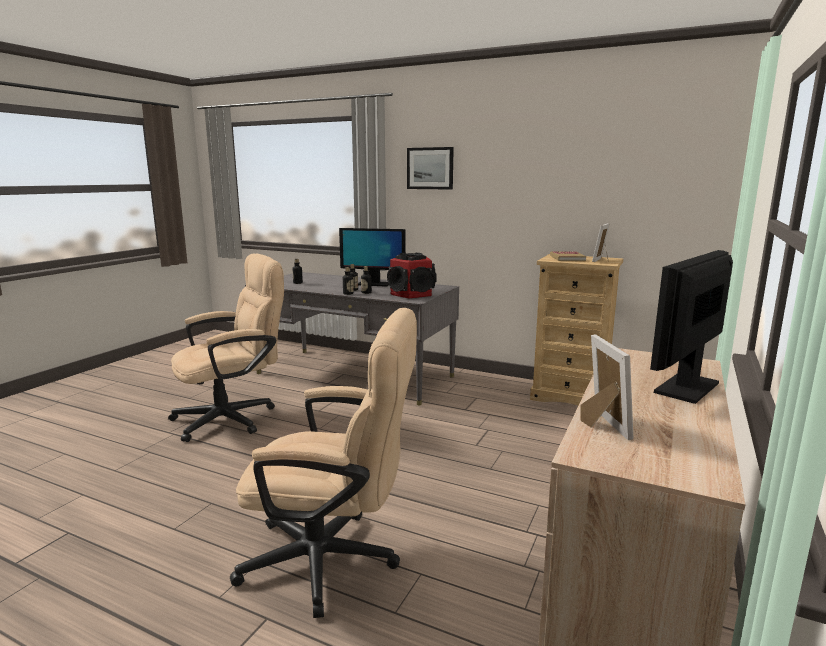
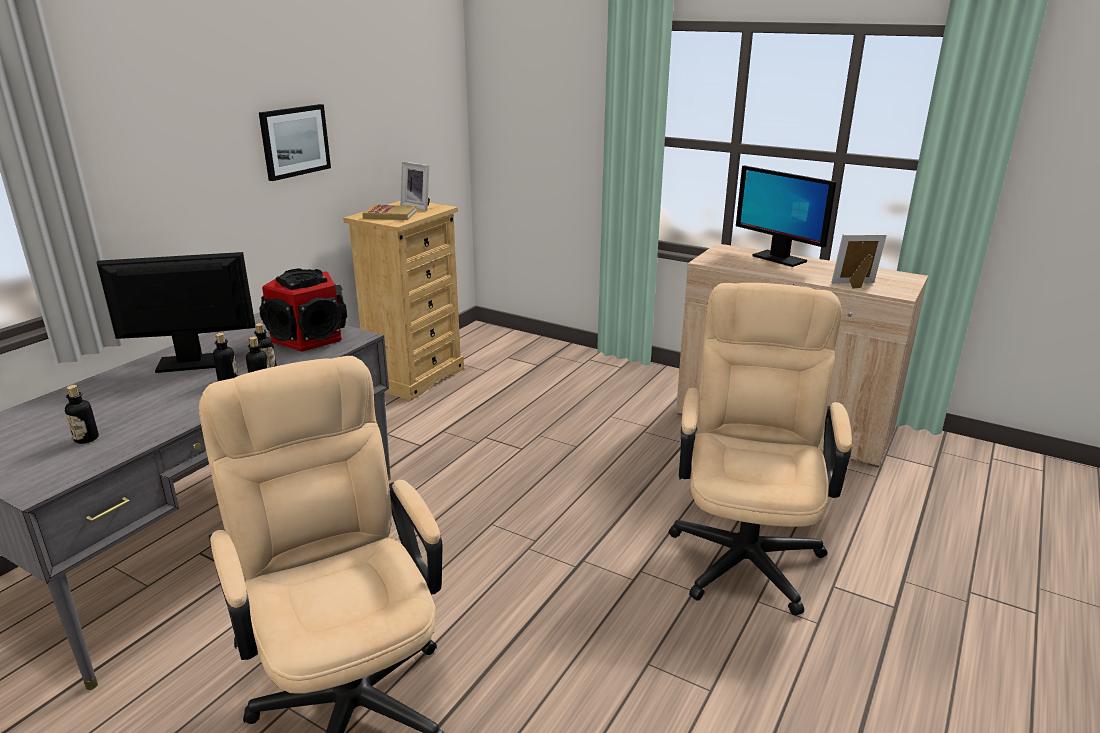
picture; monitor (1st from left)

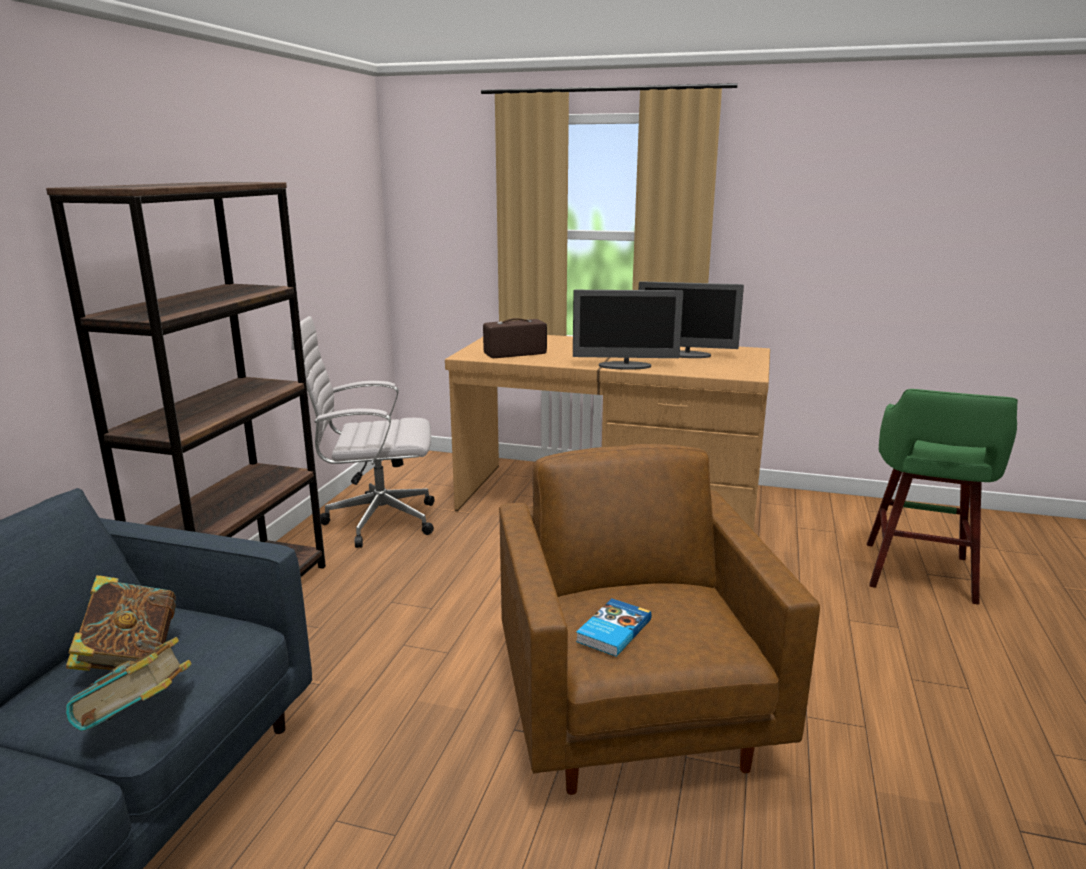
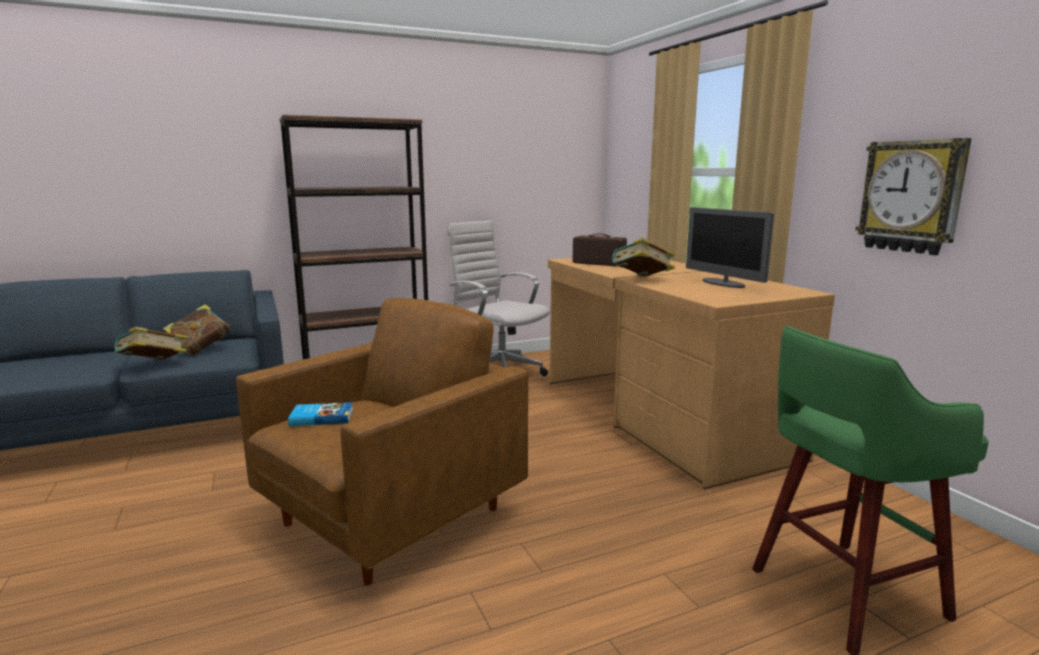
book (4th from left); wall clock

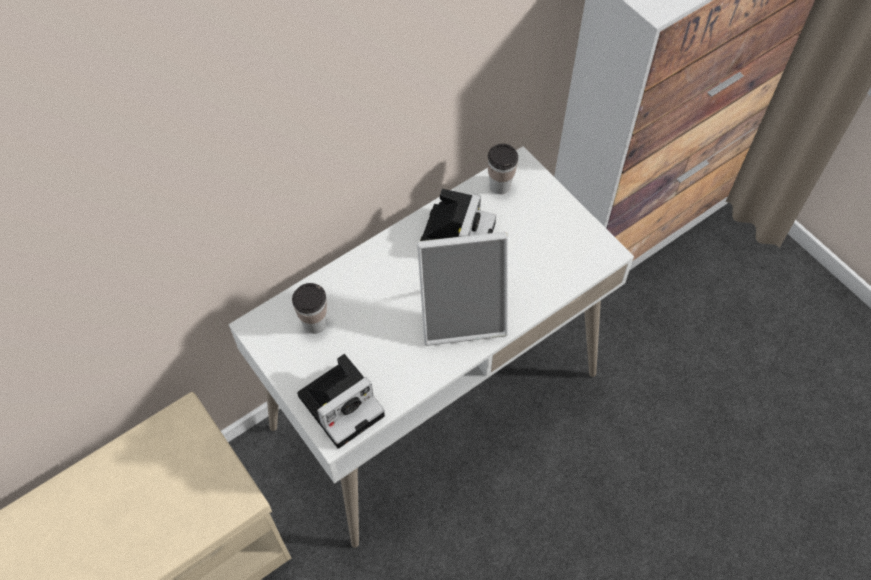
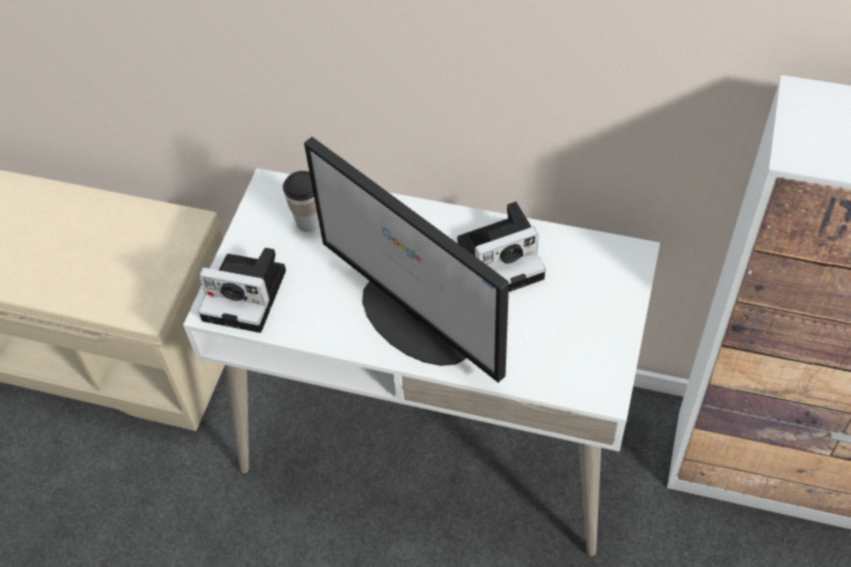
cup (2nd from left in the first image); monitor

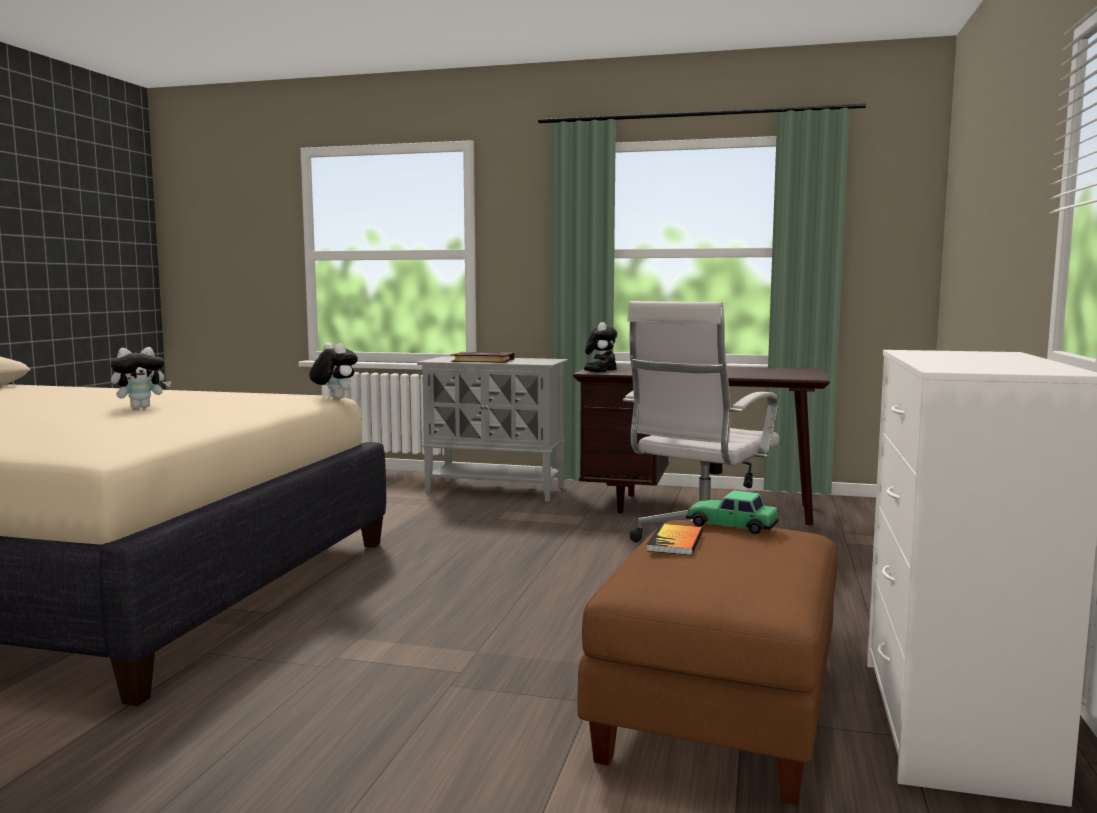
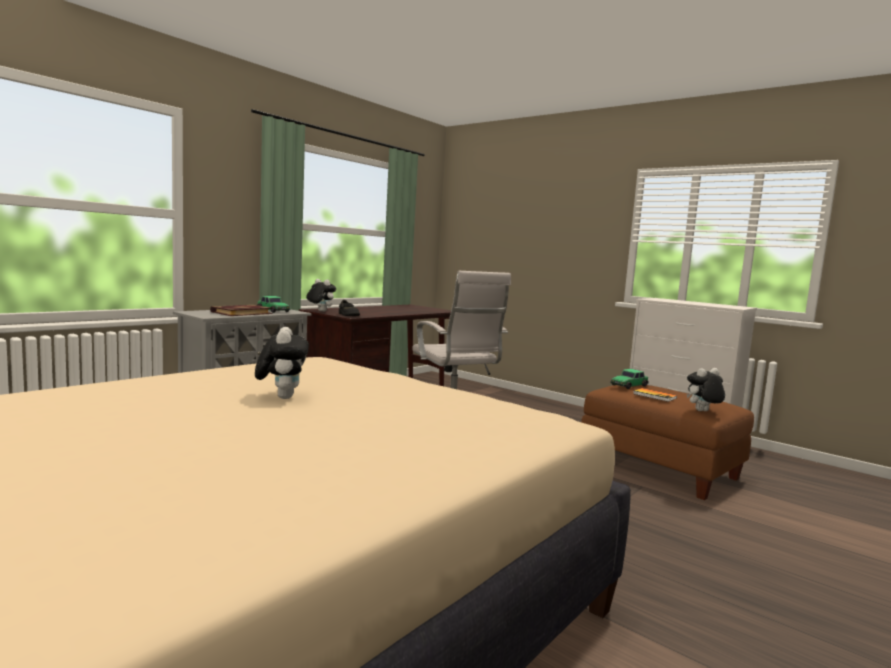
plush toy (3rd from left); toy car (1st from left)

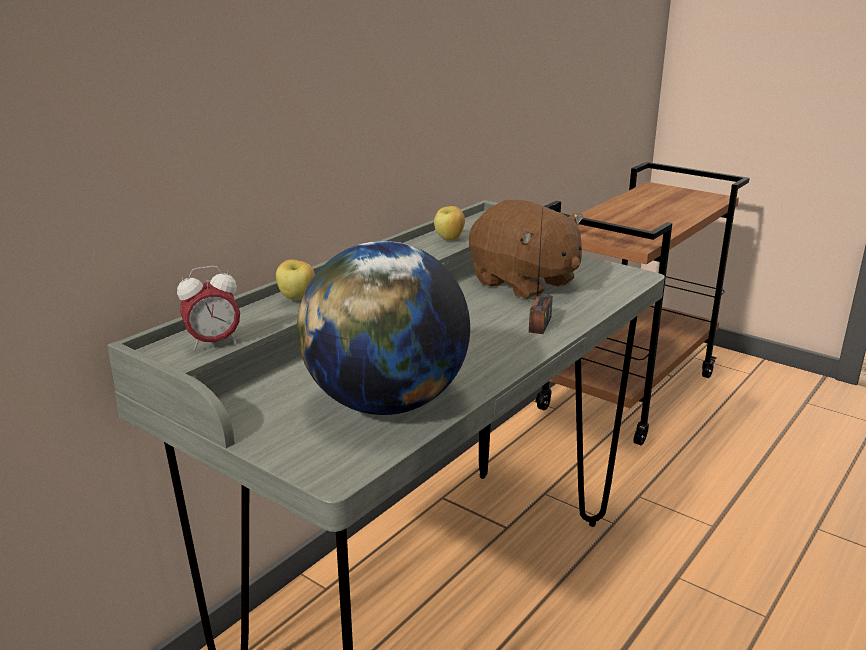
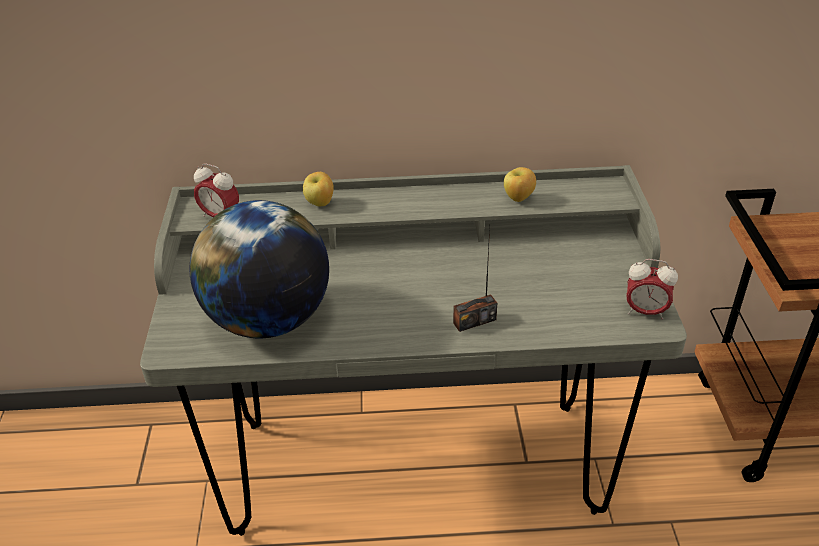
brown plush toy; alarm clock (2nd from left)

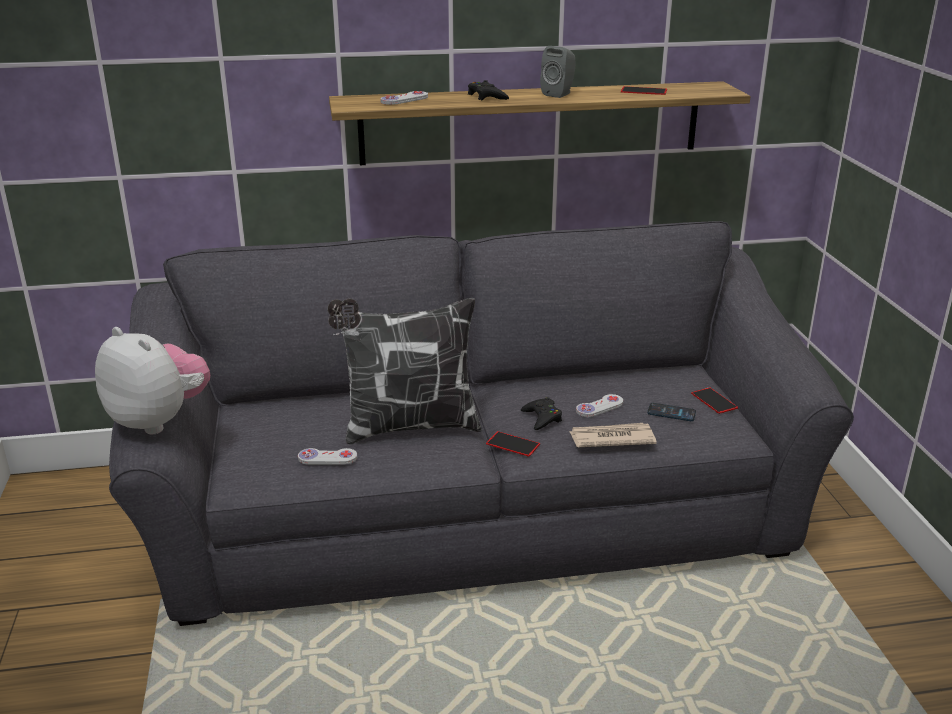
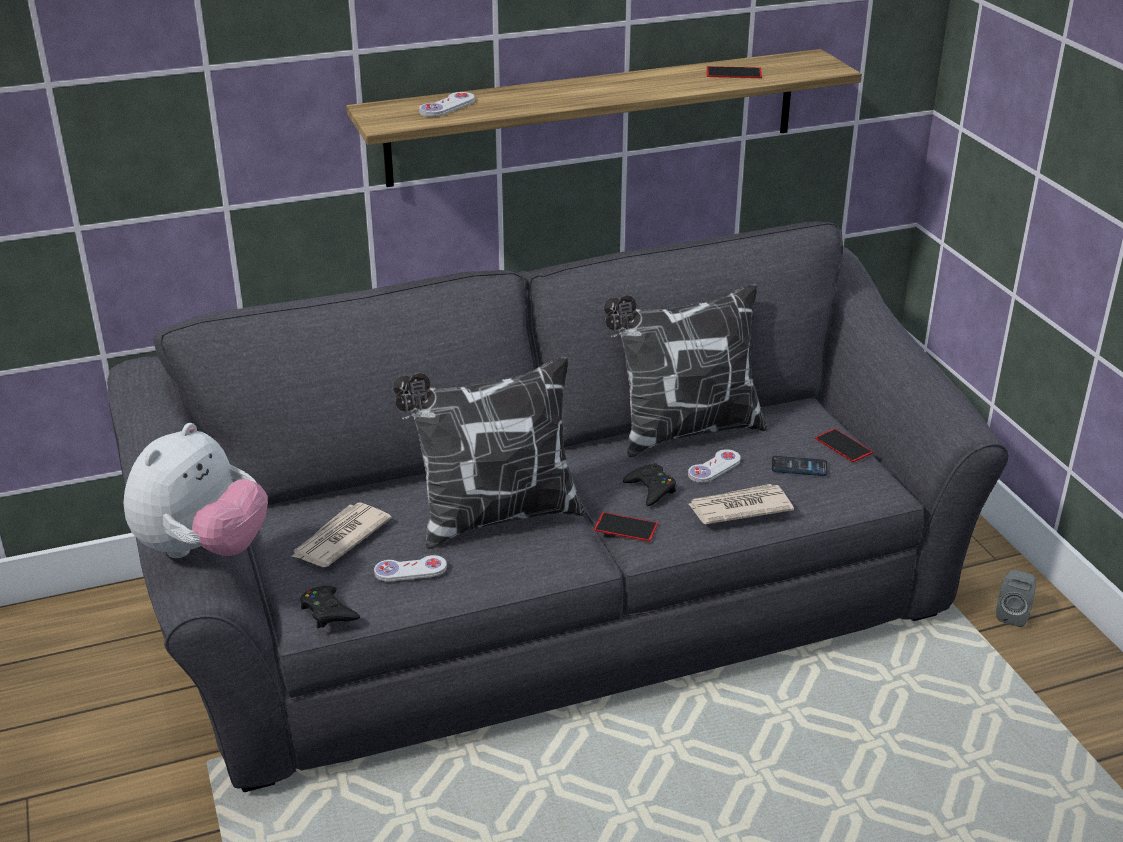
grey speaker; black game controller (1st from left); plush toy; pillow (2nd from left); newspaper (1st from left)

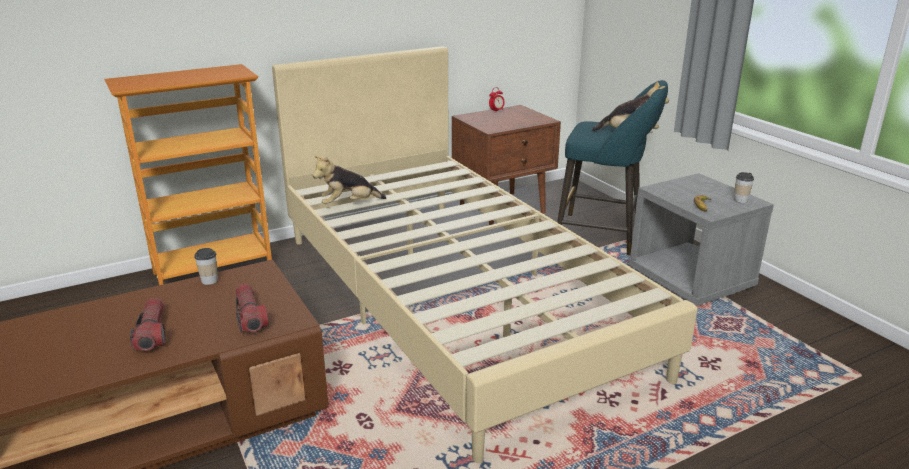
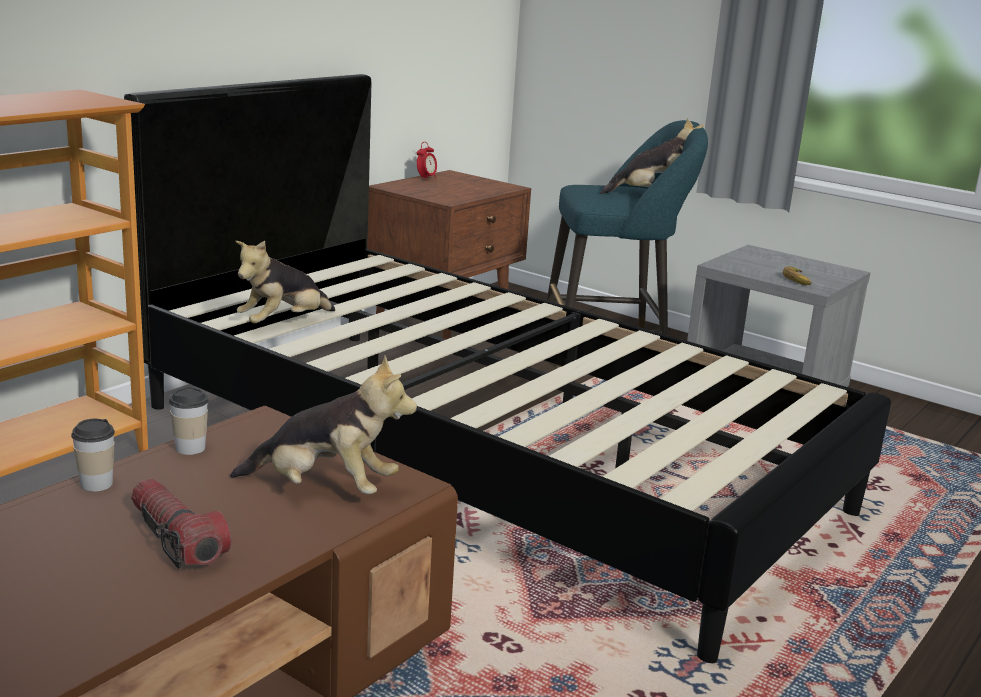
black bed; cup (1st from left); plush toy (2nd from left)

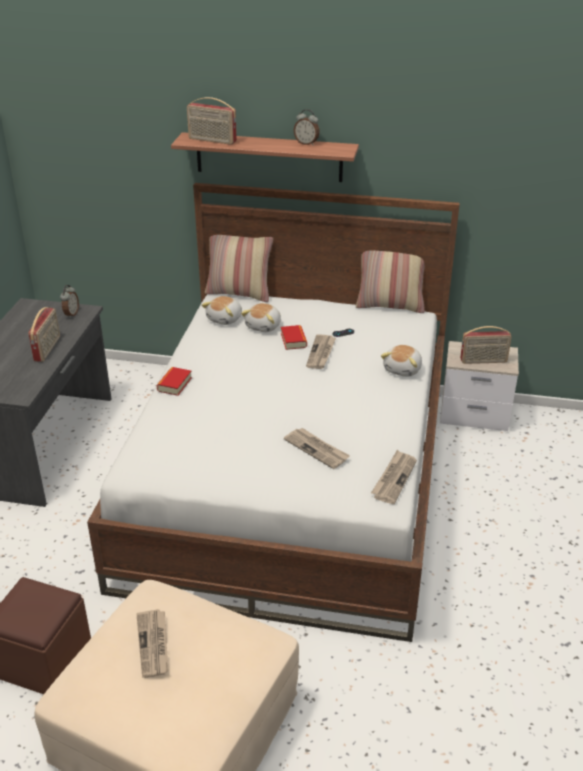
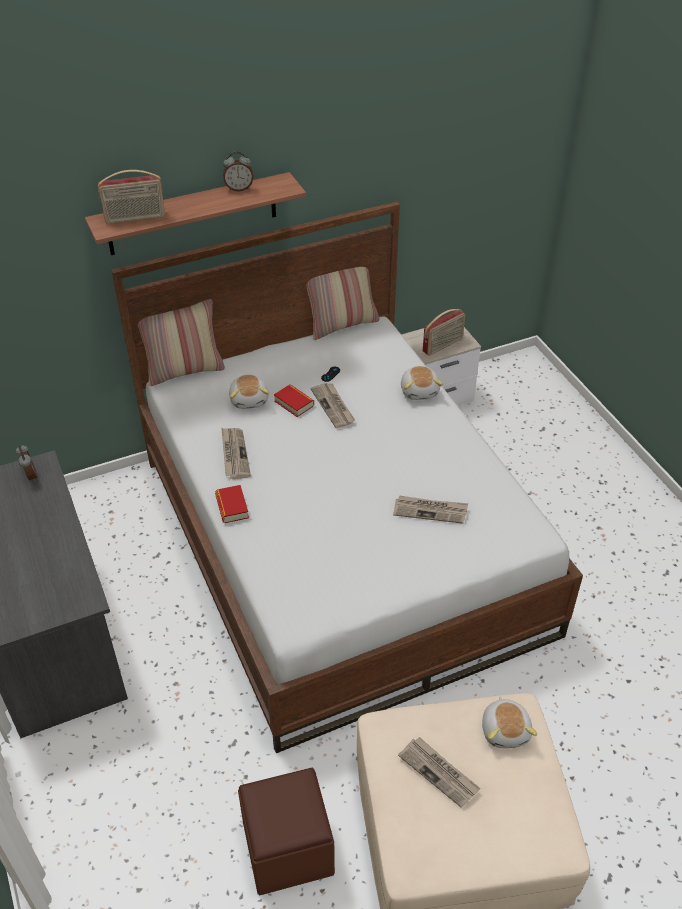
plush toy (3rd from left); radio (1st from left in the first image); newspaper (1st from left)

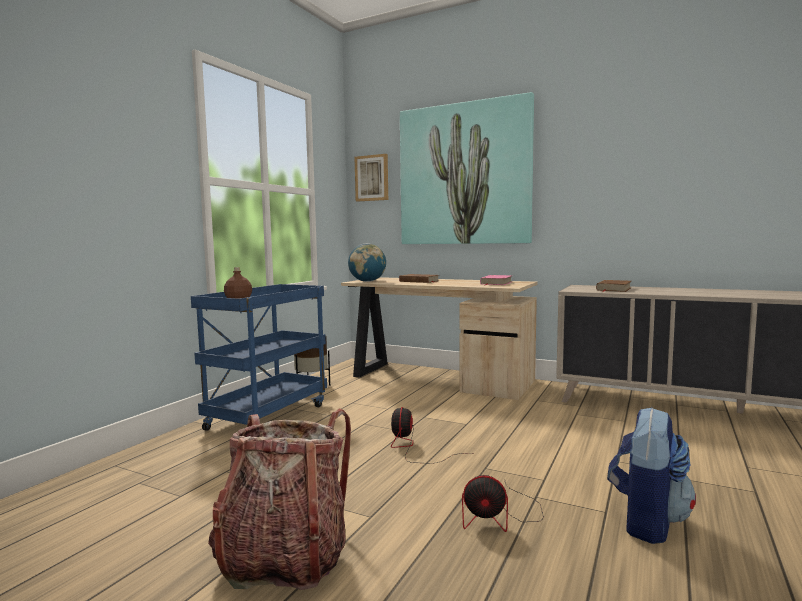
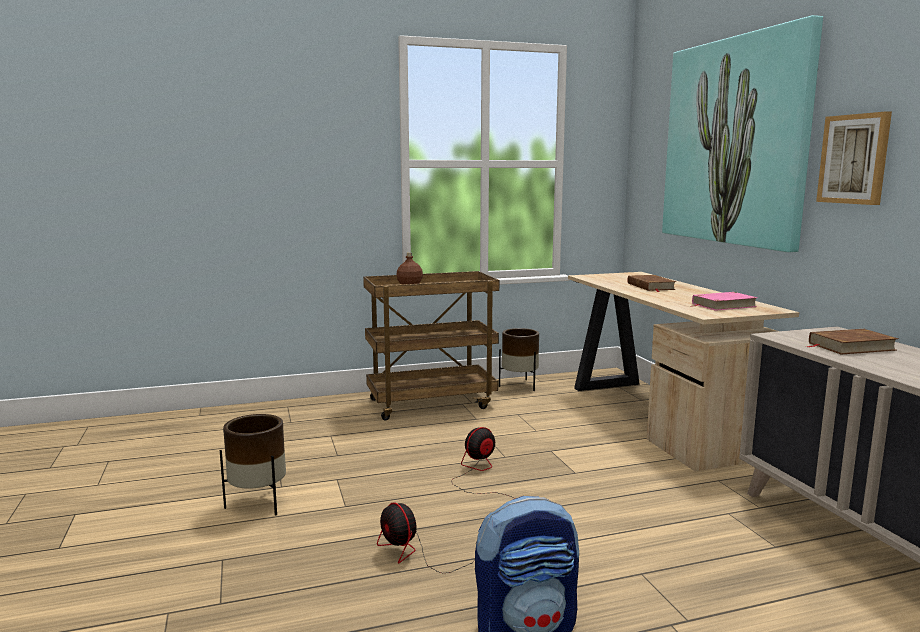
picture (2nd from left); globe; brown cart; brown planter (1st from left)

